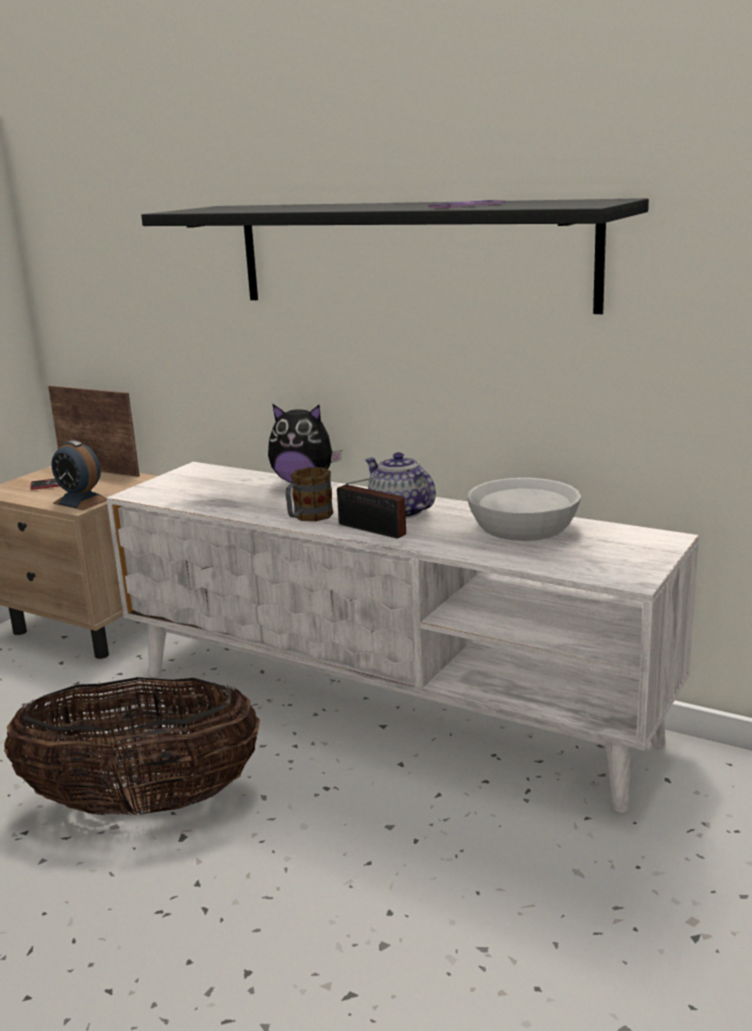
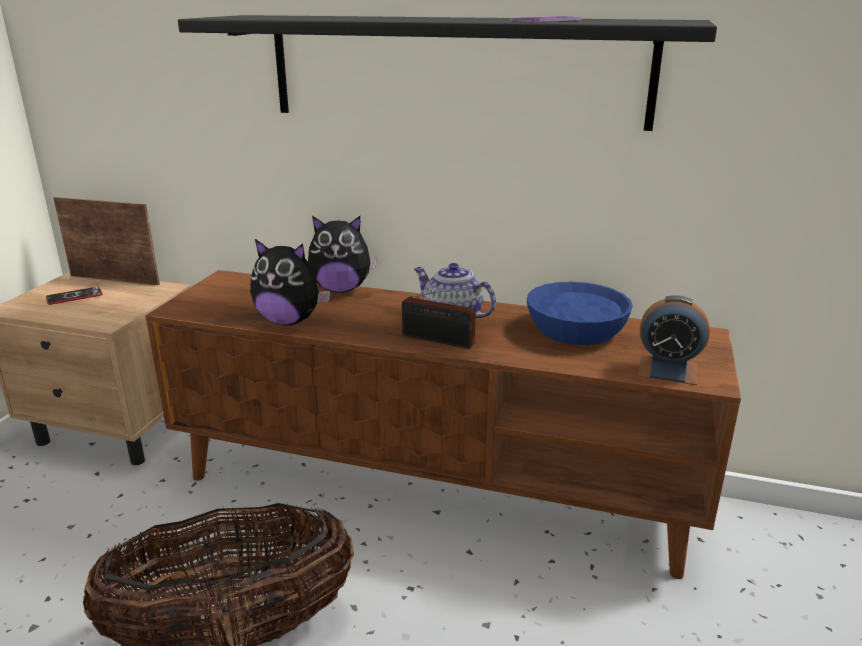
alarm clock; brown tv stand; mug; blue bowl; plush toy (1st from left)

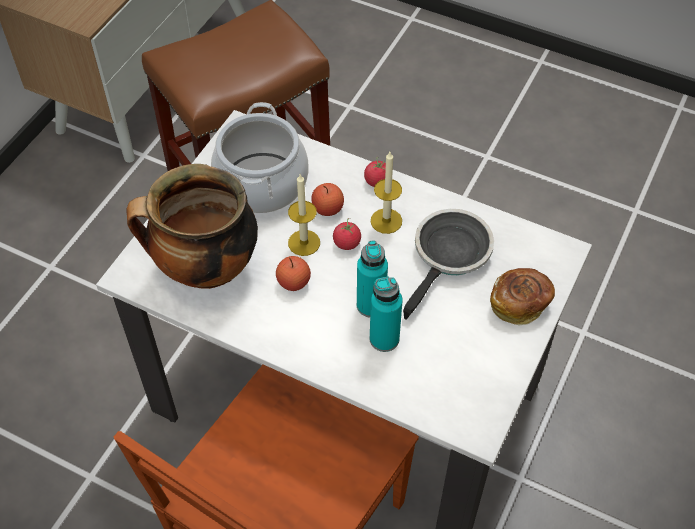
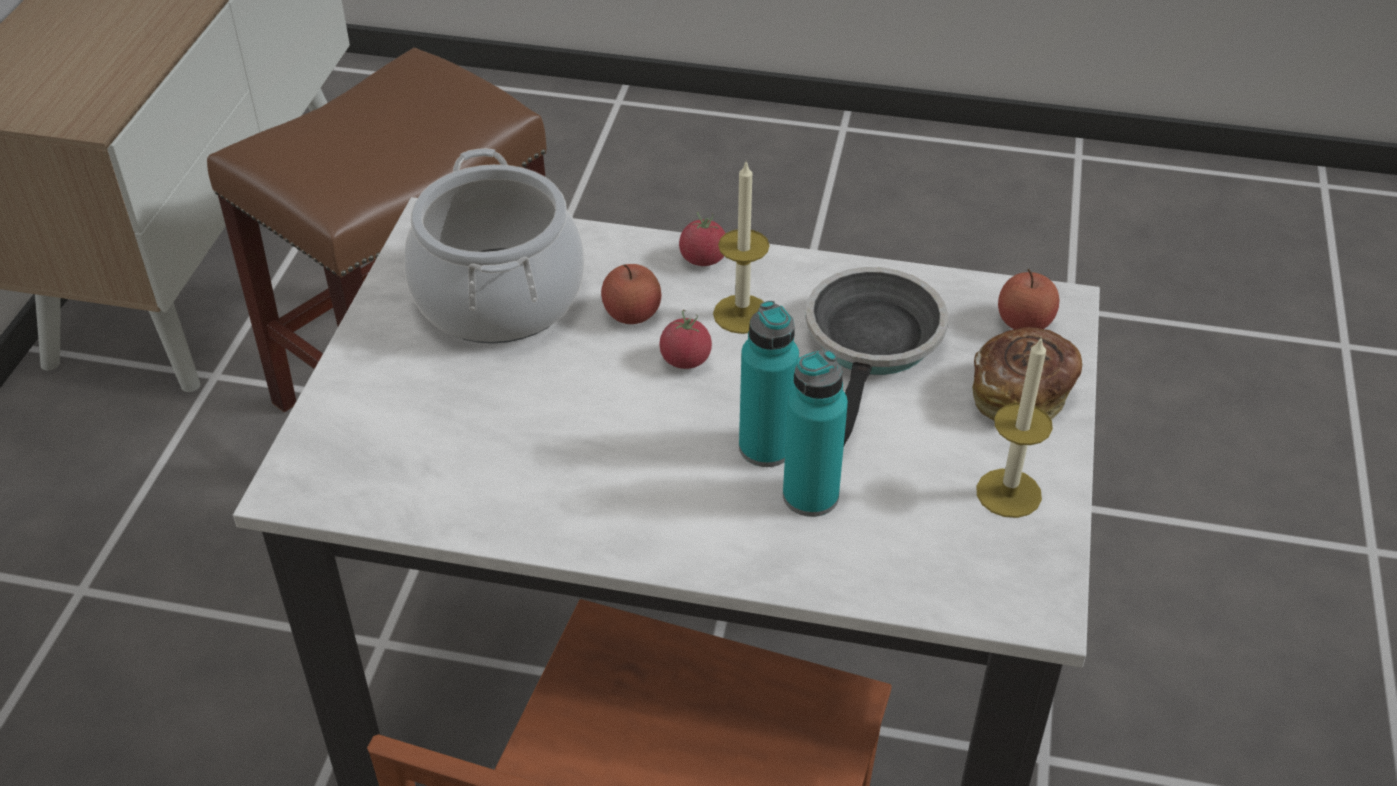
cooking pot (1st from left in the first image); candle (2nd from left); apple (2nd from left)

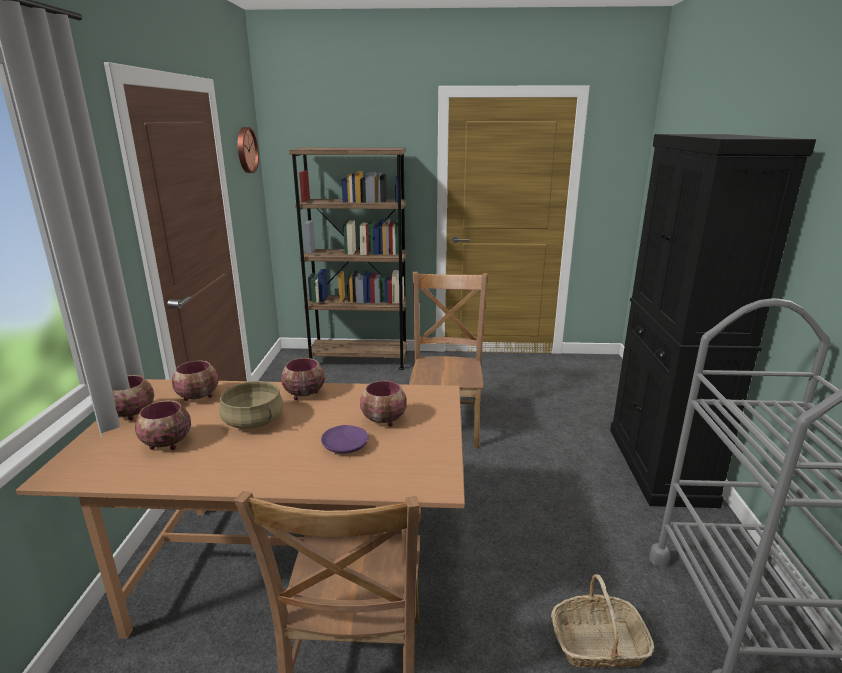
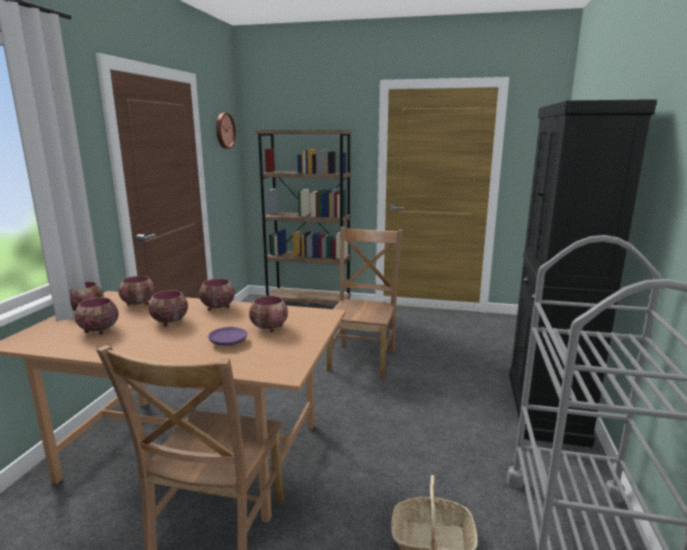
bowl (4th from left)

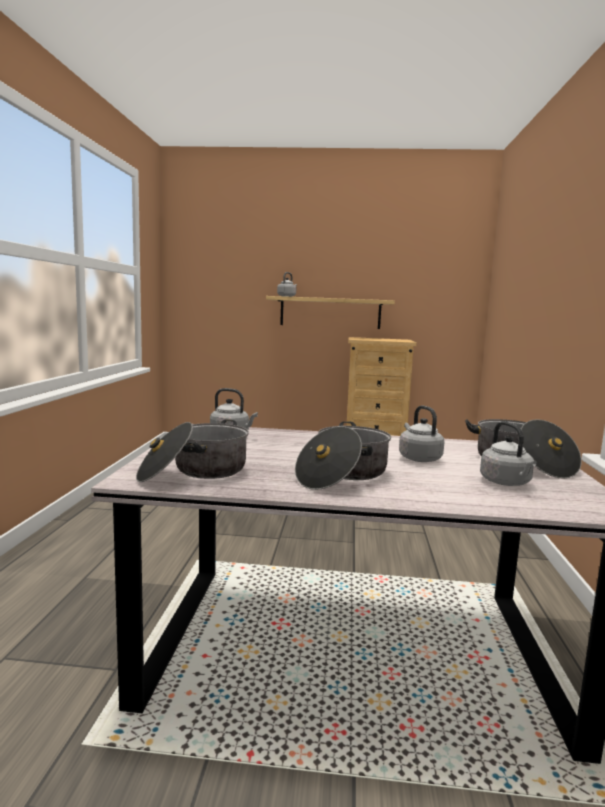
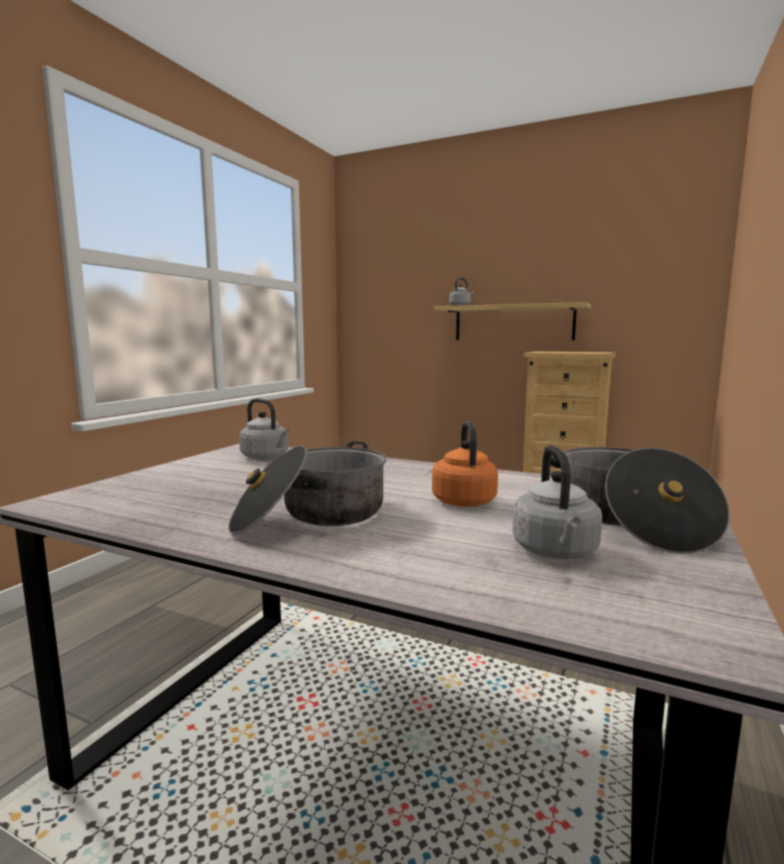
orange kettle; cooking pot (1st from left in the first image)

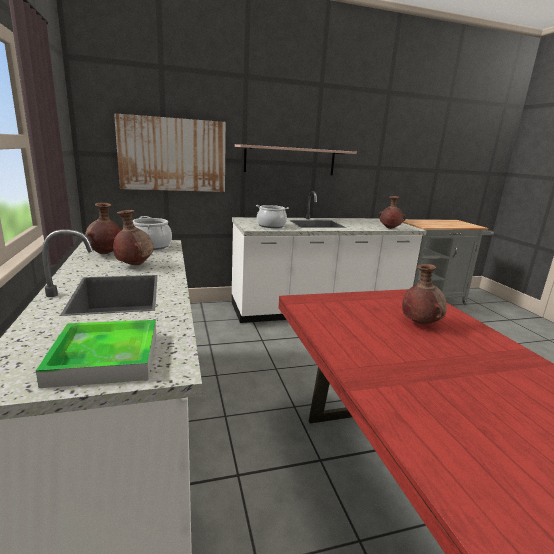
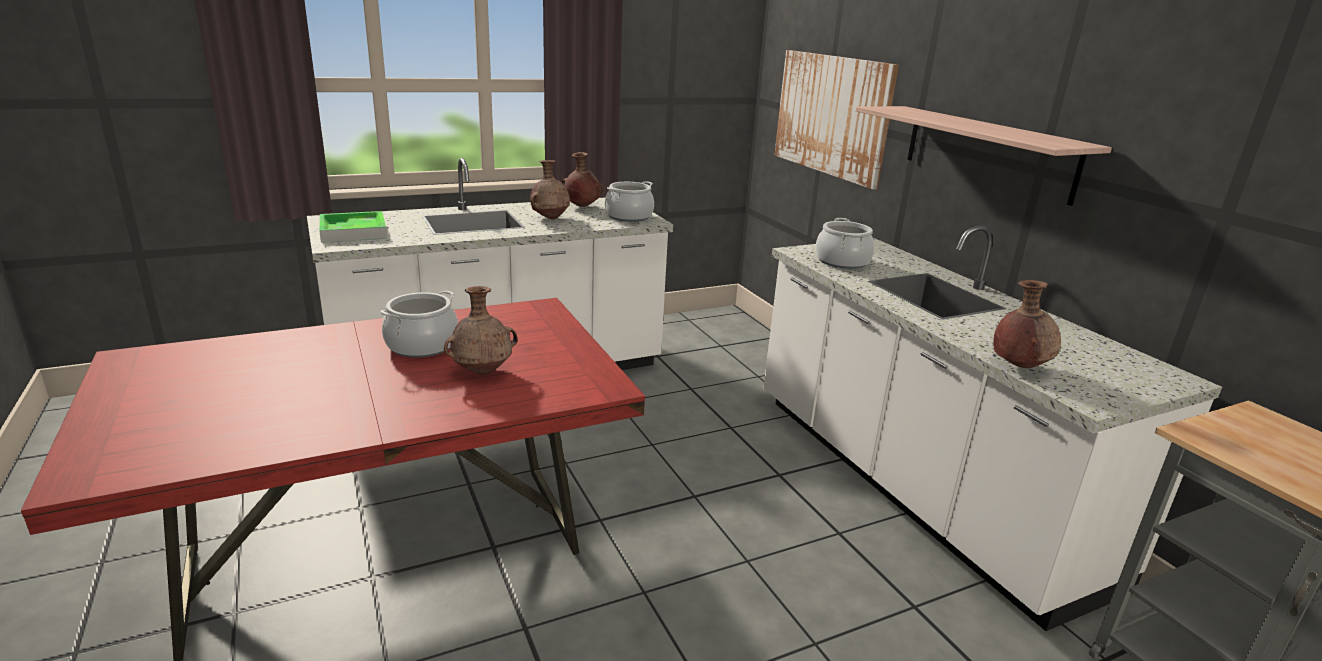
cooking pot (1st from left)

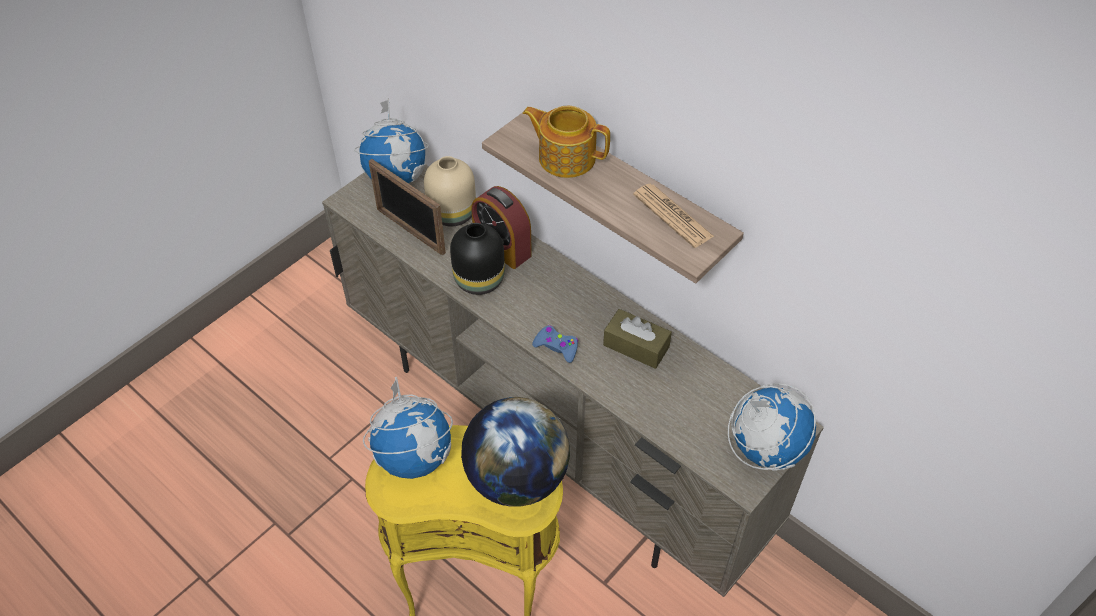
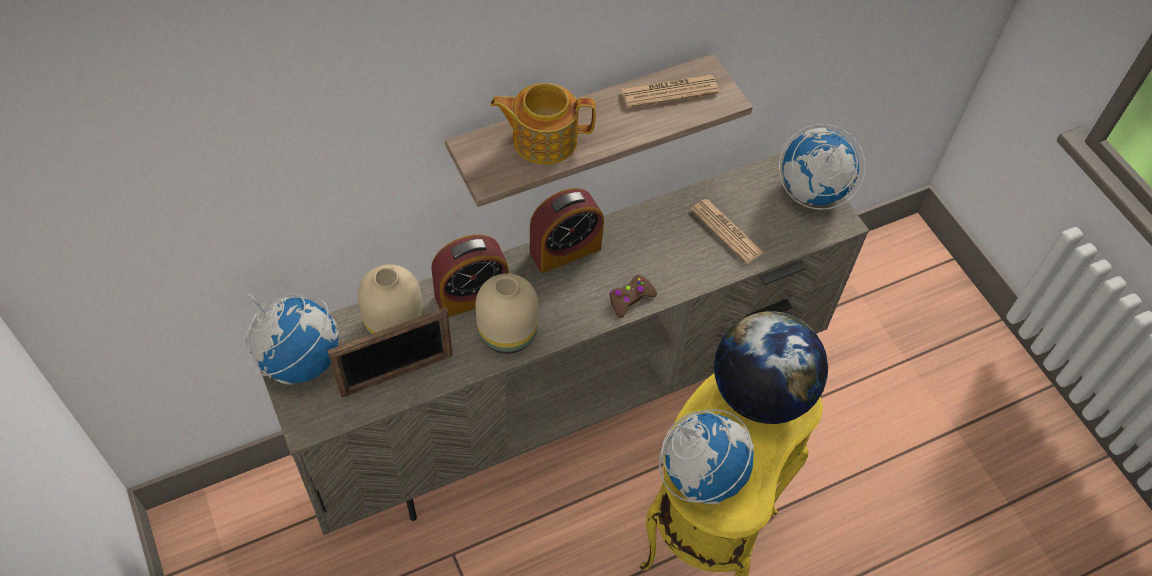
teapot; beige vase (2nd from left); brown tissue box; brown game controller; alarm clock (2nd from left); newspaper (2nd from left)

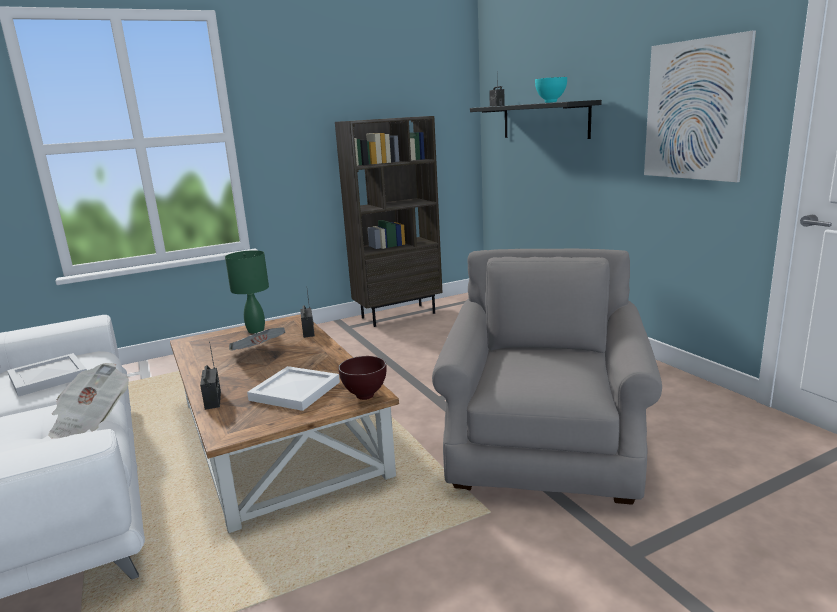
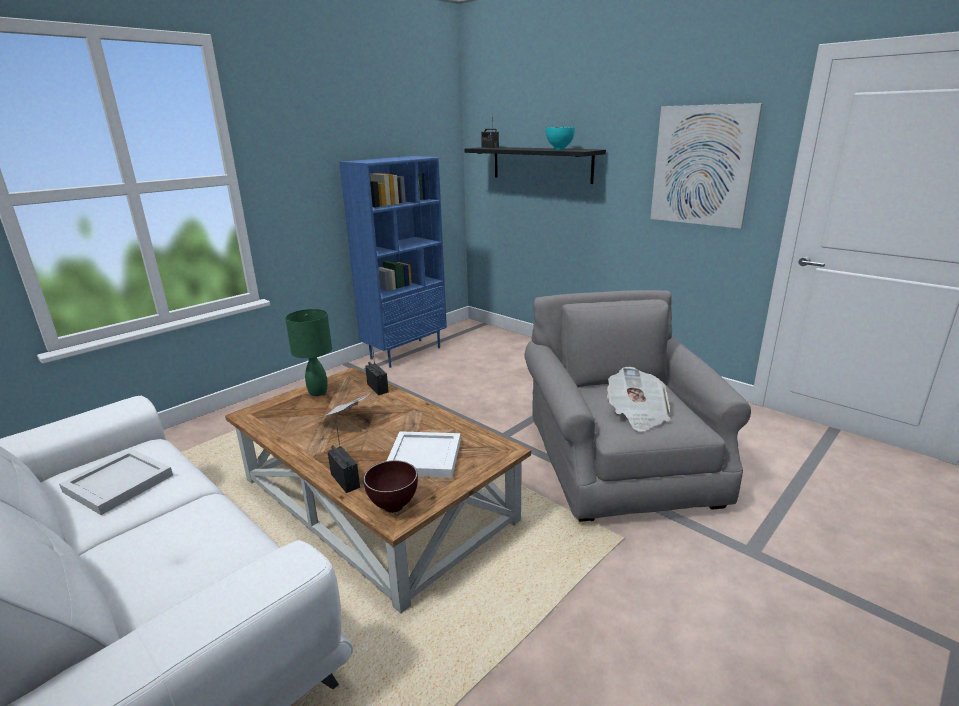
blue bookcase; brown bowl; newspaper (2nd from left)

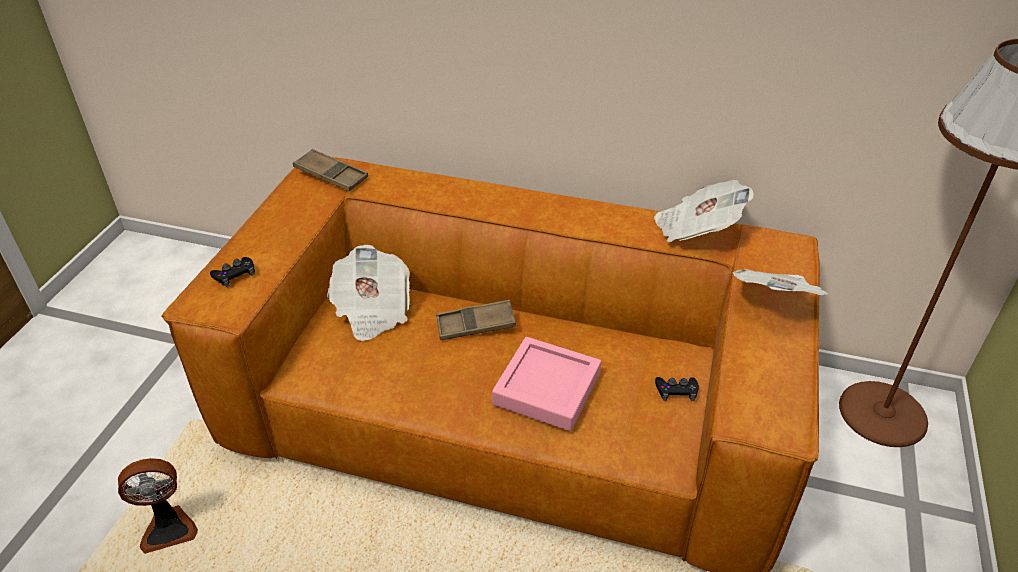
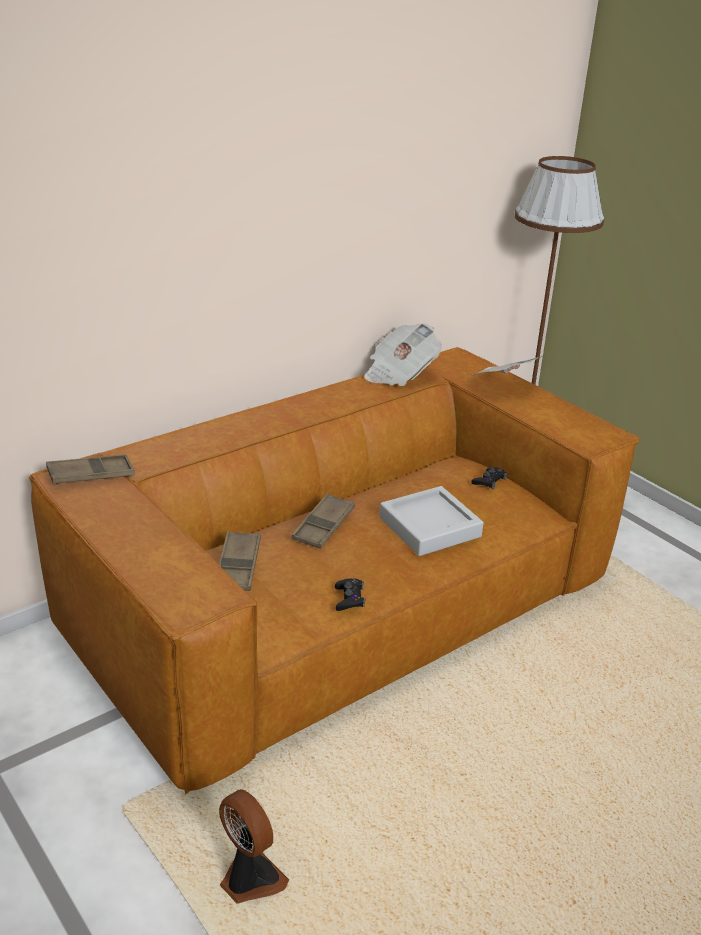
brown tray (2nd from left); black game controller (1st from left); grey tray; fan

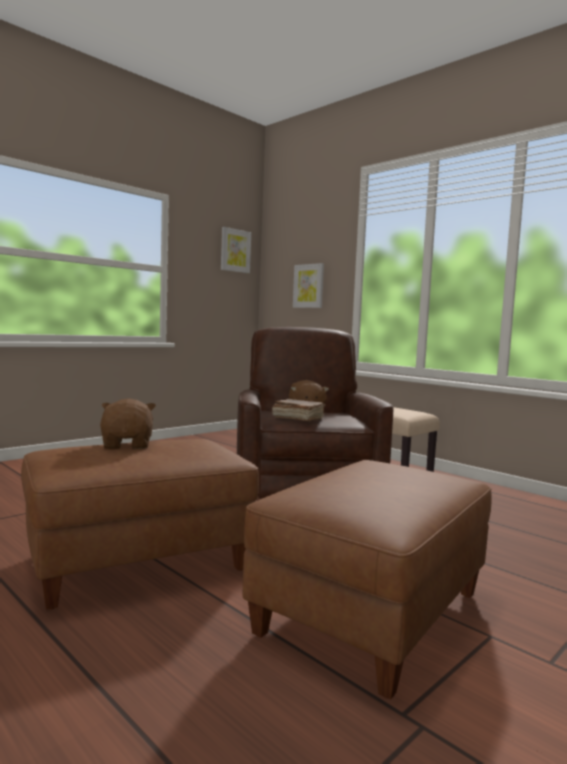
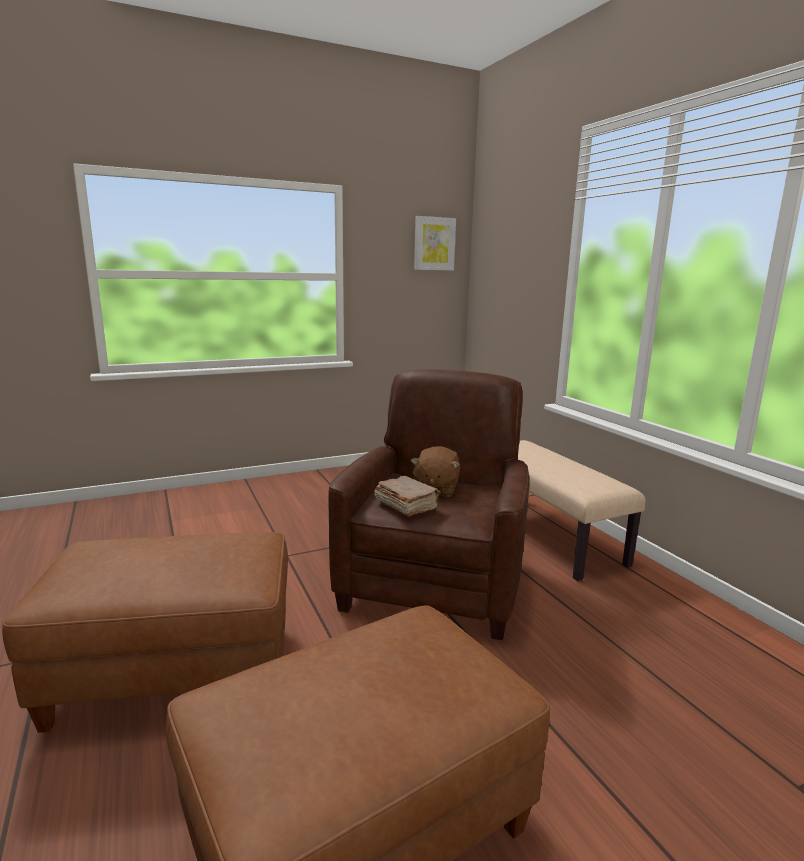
picture (2nd from left in the first image); brown plush toy (1st from left in the first image)

